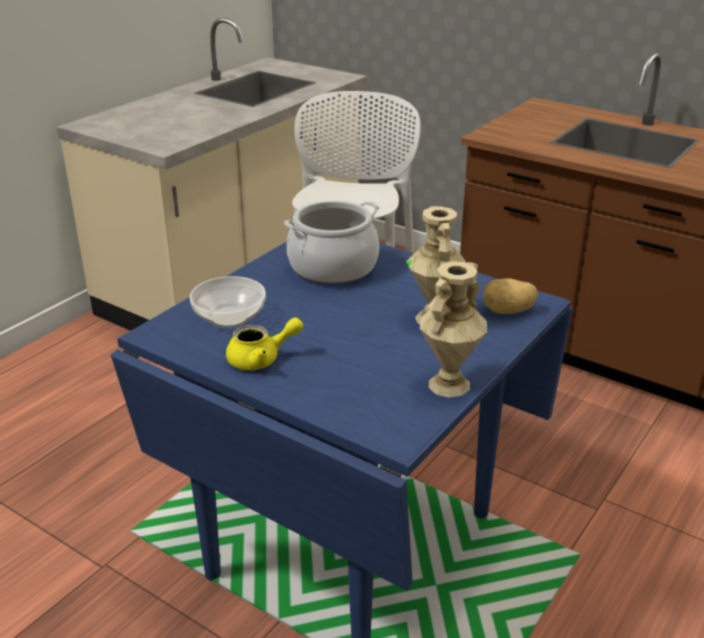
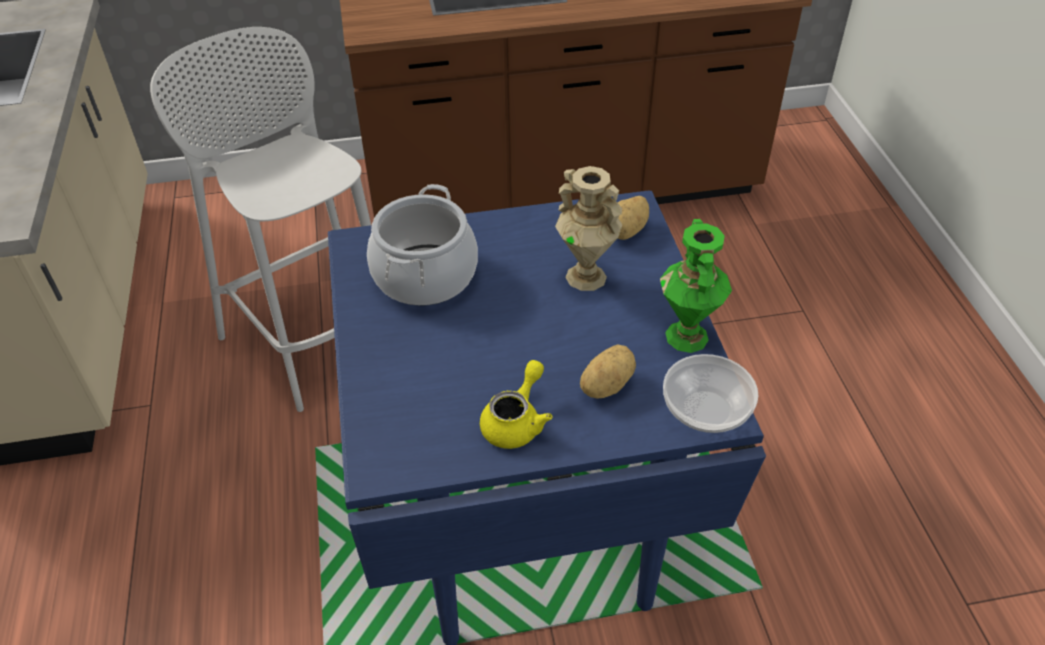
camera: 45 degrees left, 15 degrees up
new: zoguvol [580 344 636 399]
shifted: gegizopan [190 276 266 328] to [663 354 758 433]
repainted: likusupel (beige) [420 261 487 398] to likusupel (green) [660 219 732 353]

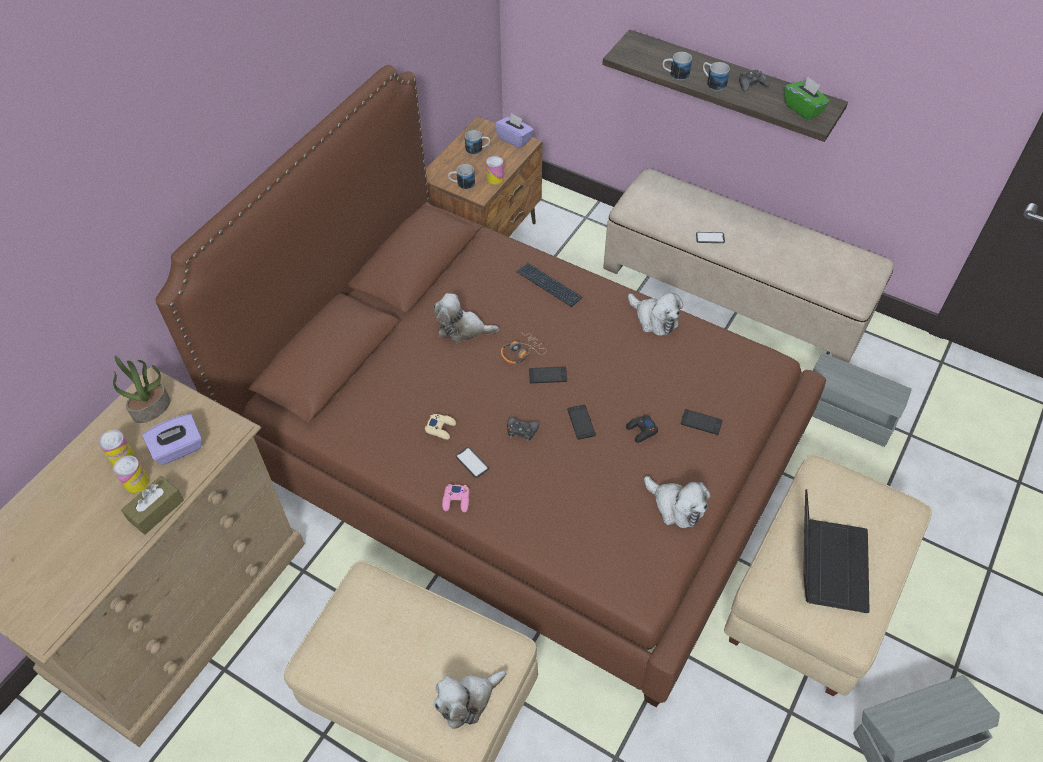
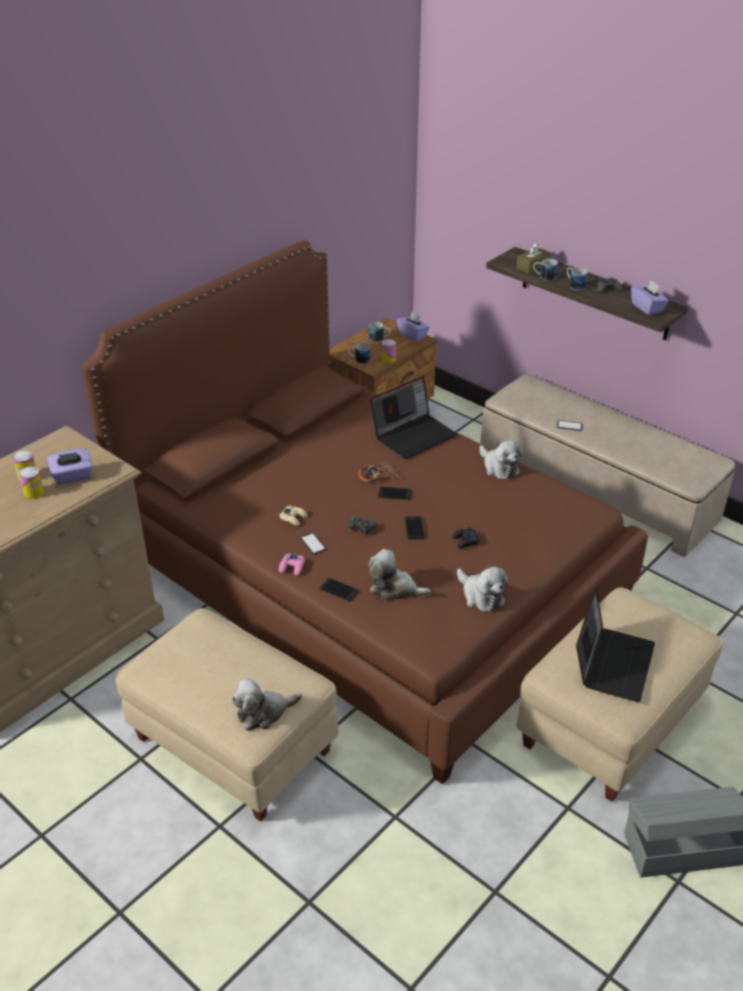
camera: 10 degrees right, 15 degrees down
gone: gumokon [113 356 170 423]; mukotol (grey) [812 353 912 447]
shifted: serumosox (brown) [121 476 184 535] to [516 242 551 274]; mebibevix [434 293 499 343] to [368 549 431 601]; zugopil [681 409 723 435] to [320 578 359 601]
swapped: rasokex [516 263 582 307] to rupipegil [370 376 457 459]
repainted: serumosox (green) [784 77 830 120] to serumosox (purple) [631 280 669 315]

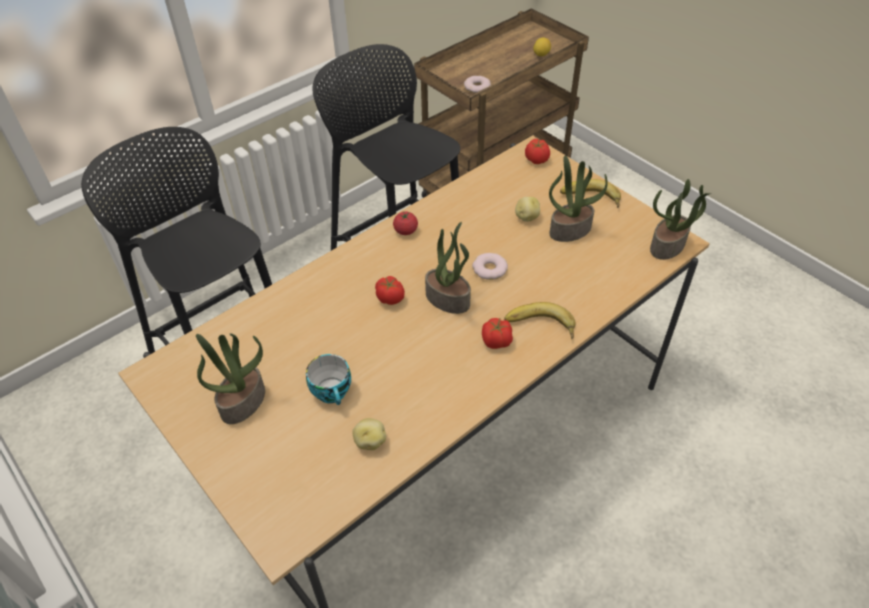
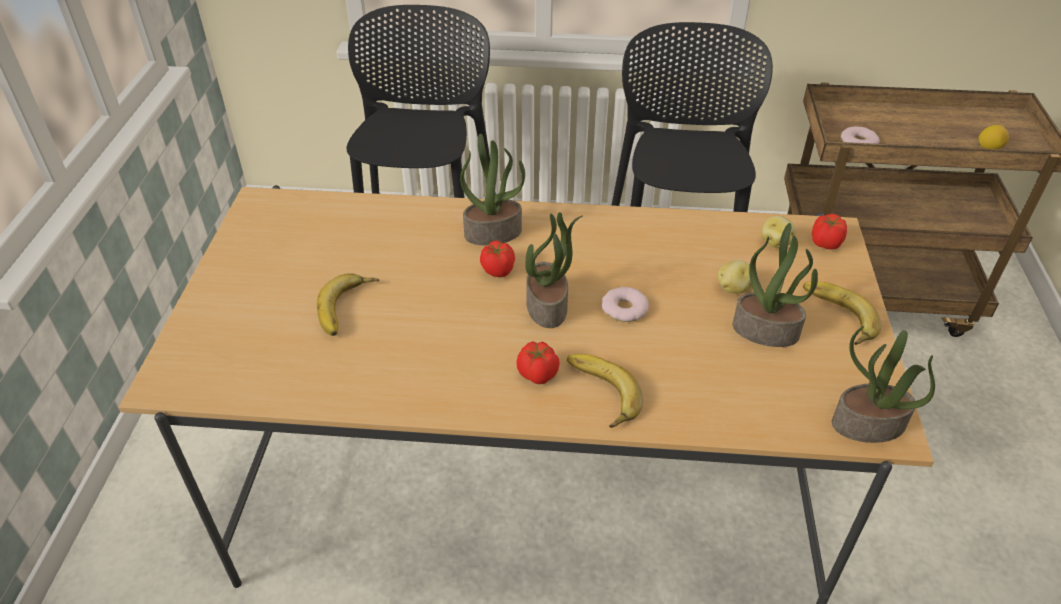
camera: 45 degrees right, 5 degrees down
gone: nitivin [393 211 418 235]
shifted: gumokon [196 333 265 424] to [460 134 525 245]; zoguvol [352 418 386 450] to [761 216 796 248]
swapped: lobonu [306 354 351 405] to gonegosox [317 273 380 336]

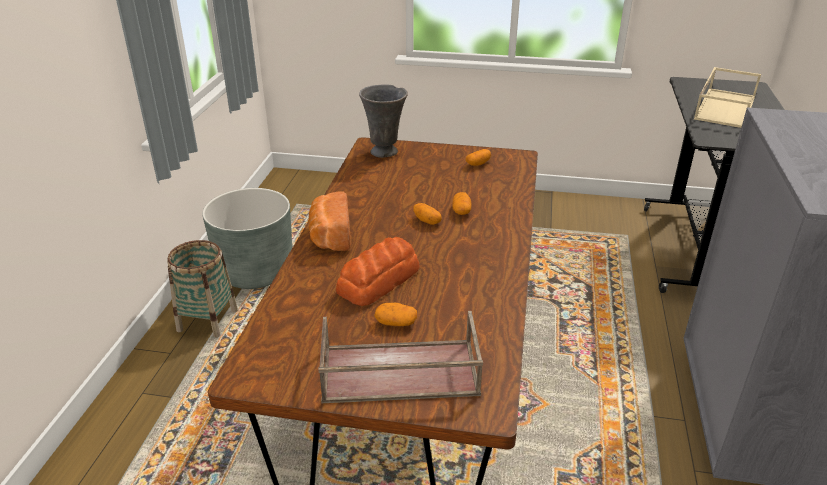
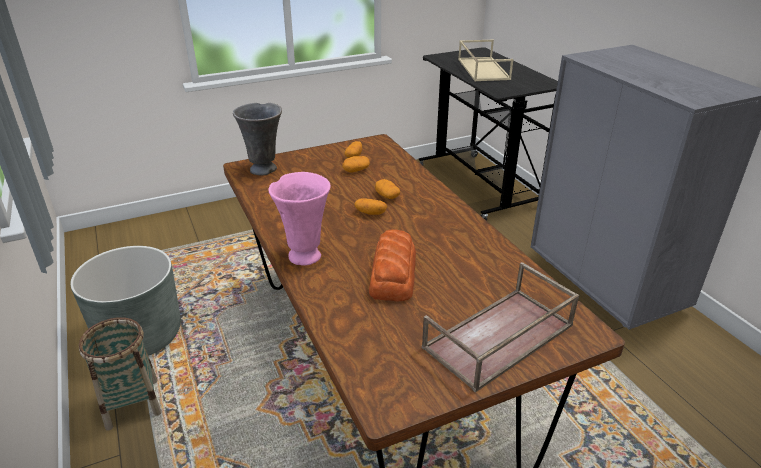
camera: 35 degrees left, 0 degrees up
shifted: zoguvol [374 303 417 326] to [342 156 370 173]
swapped: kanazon [308 192 351 251] to likusupel (pink) [268 172 331 266]

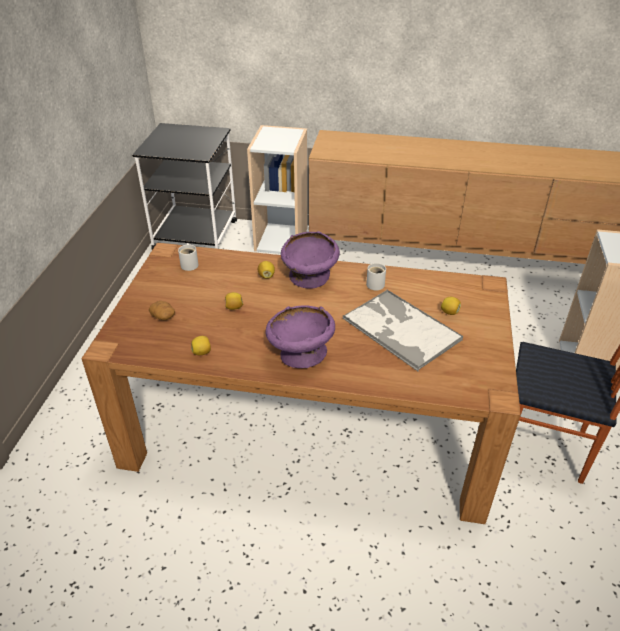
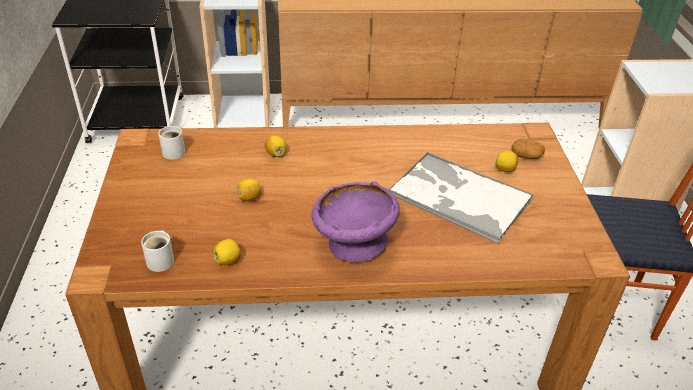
camera: 15 degrees left, 0 degrees up
gone: gegizopan (purple) [281 231 340 288]
shifted: zoguvol [149 301 175 320] to [511 138 545 159]; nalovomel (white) [366 263 386 290] to [141 231 174 272]

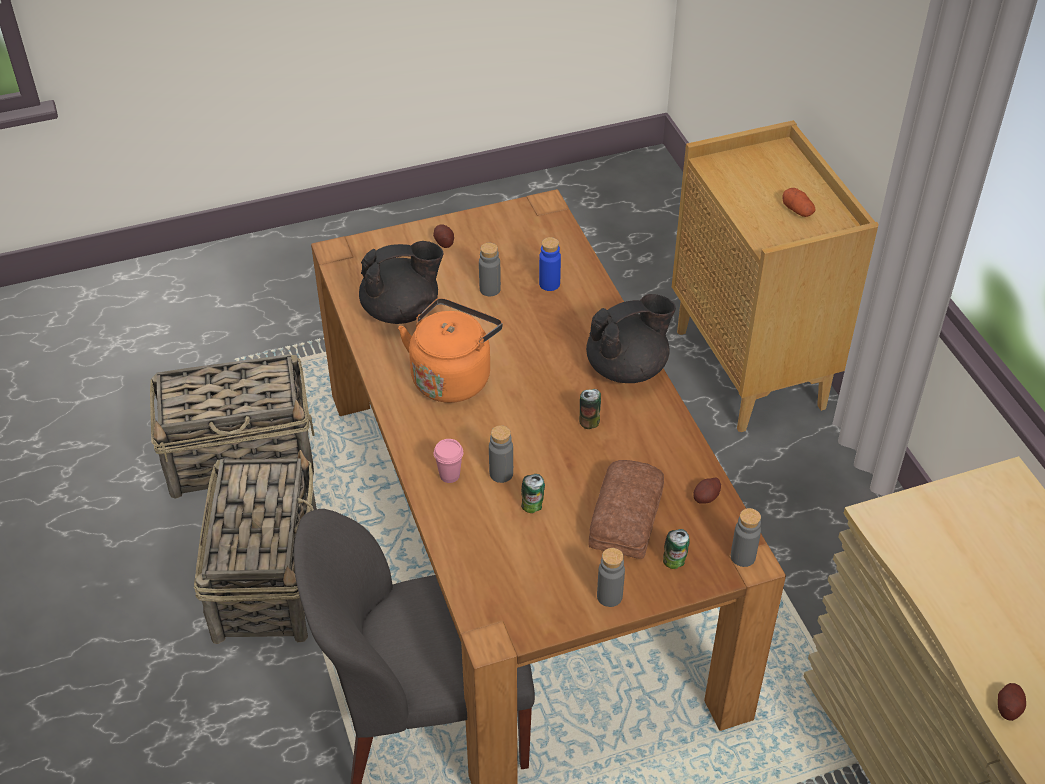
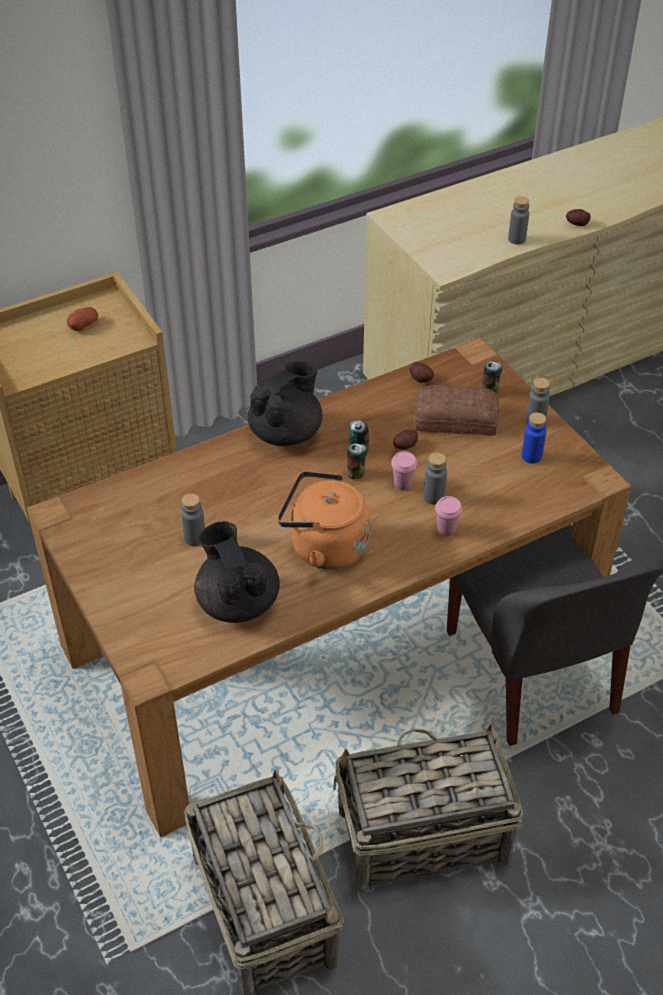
camera: 100 degrees left, 0 degrees up
new: lobonu (pink) [391 451 417 491]
shifted: zoguvol [433 224 454 248] to [393 429 418 450]; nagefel [521 474 545 513] to [347 444 367 479]; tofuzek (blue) [539 237 561 291] to [522 412 546 464]; tofuzek (grey) [731 508 761 567] to [508 196 529 244]
rotated: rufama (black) [586 294 676 383] = [248 361 322 446] 75 degrees clockwise

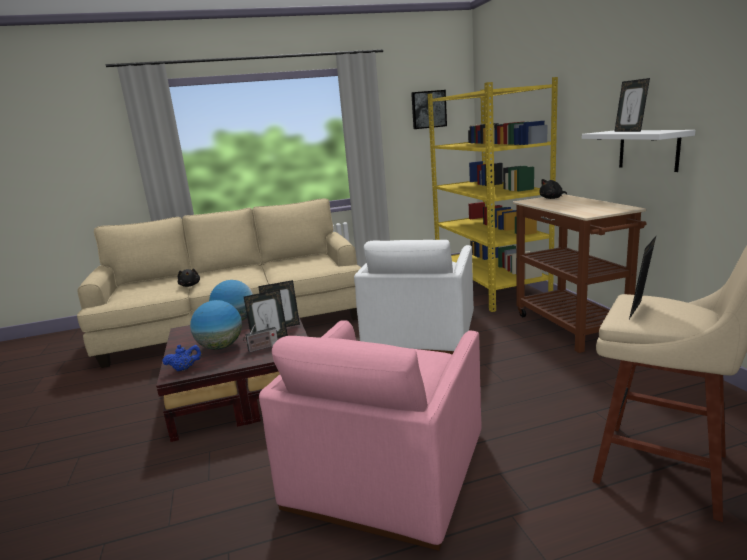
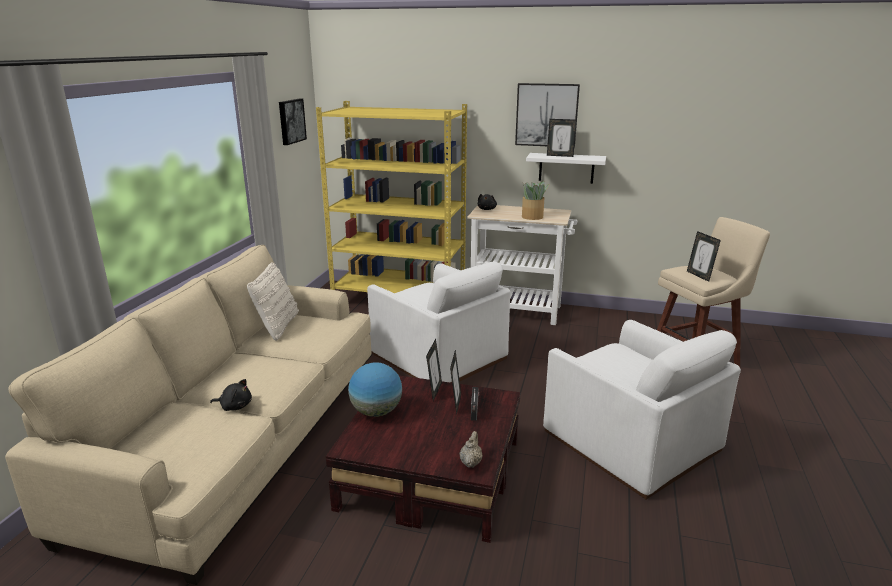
camera: 60 degrees left, 5 degrees up
gone: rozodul [190 300 242 350]
new: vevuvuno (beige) [247 262 299 341]; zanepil [515 83 580 148]; gumokon [522 181 550 220]
repainted: rufama (blue) [162 345 202 371] to rufama (beige) [459 431 483 468]; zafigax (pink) [259 320 481 551] to zafigax (white) [543 320 741 500]; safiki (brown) [513 194 647 353] to safiki (white) [467 205 577 325]

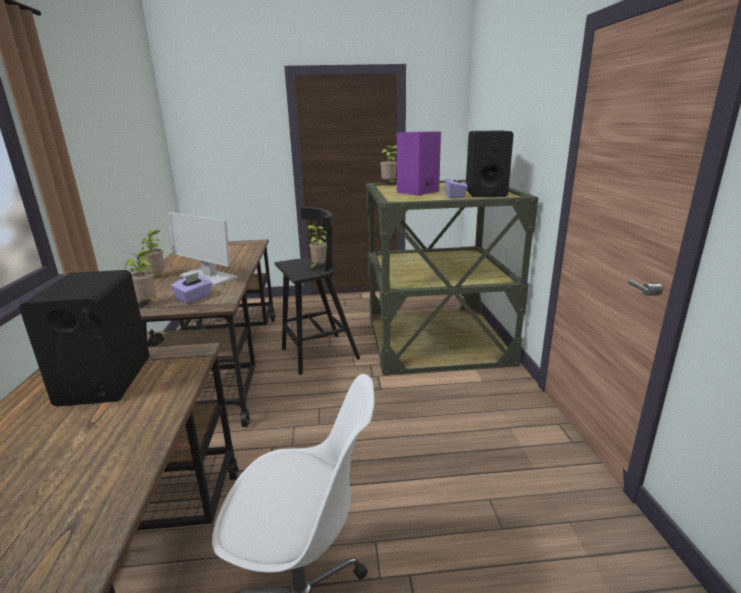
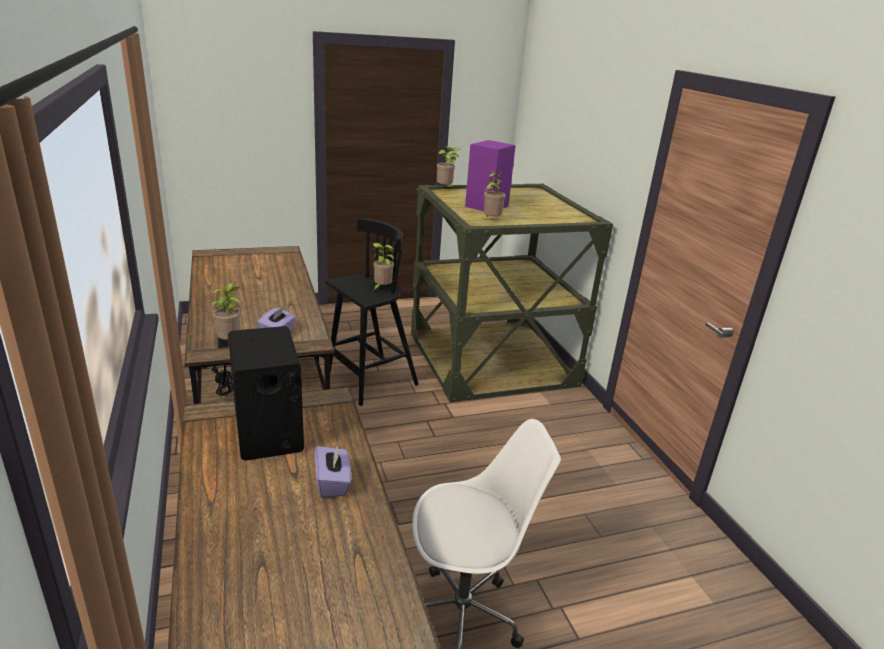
camera: 15 degrees left, 5 degrees up
gone: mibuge [168 212 238 286]; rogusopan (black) [466 130 514 197]
shifted: gumokon [138 230 165 273] to [484 171 506 217]; serumosox (purple) [445 174 468 199] to [315 446 351 498]

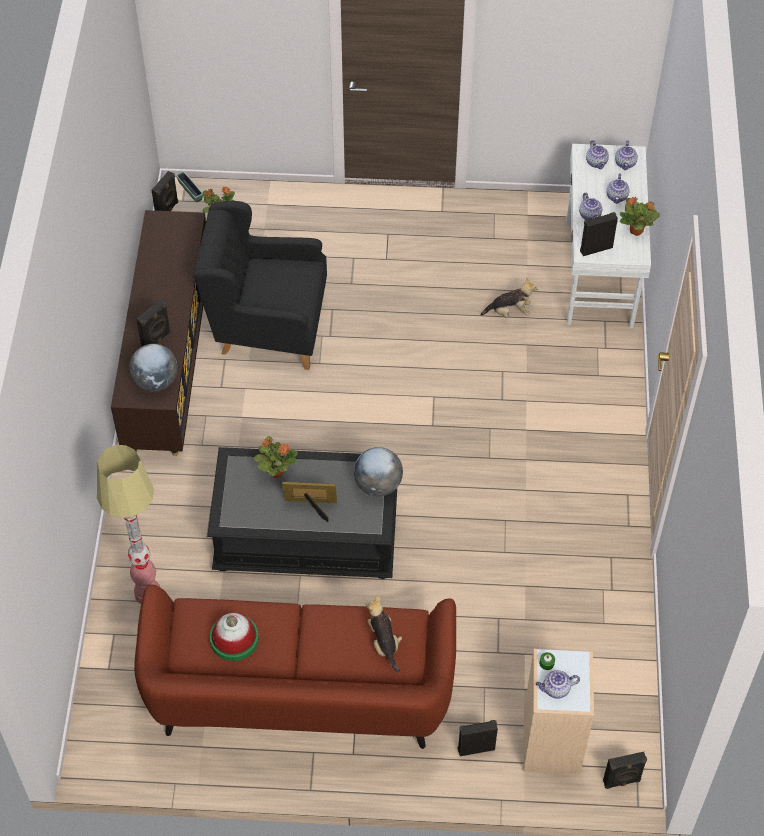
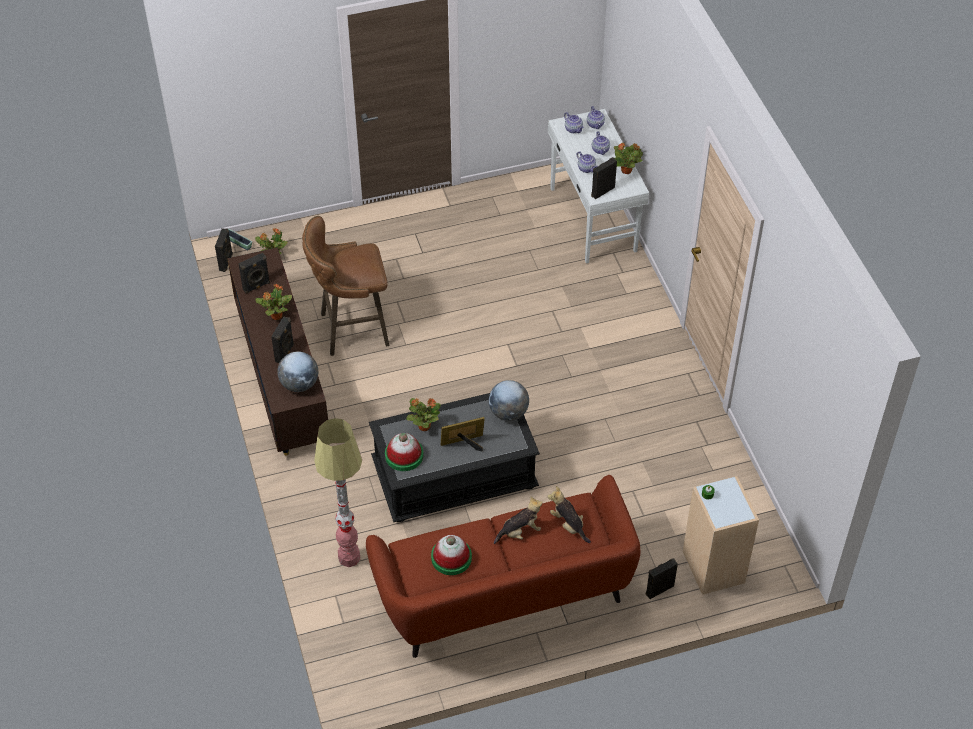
camera: 20 degrees left, 5 degrees down
gone: rufama [536 670 580 699]
new: gumokon [255 284 292 320]; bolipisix [385 433 424 471]
shifted: mebibevix [480 278 538 318] to [494 496 543 544]; rogusopan (black) [603 752 647 789] to [238 253 270 294]
swapped: zafigax (black) [193 201 327 370] to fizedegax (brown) [302 216 389 356]

